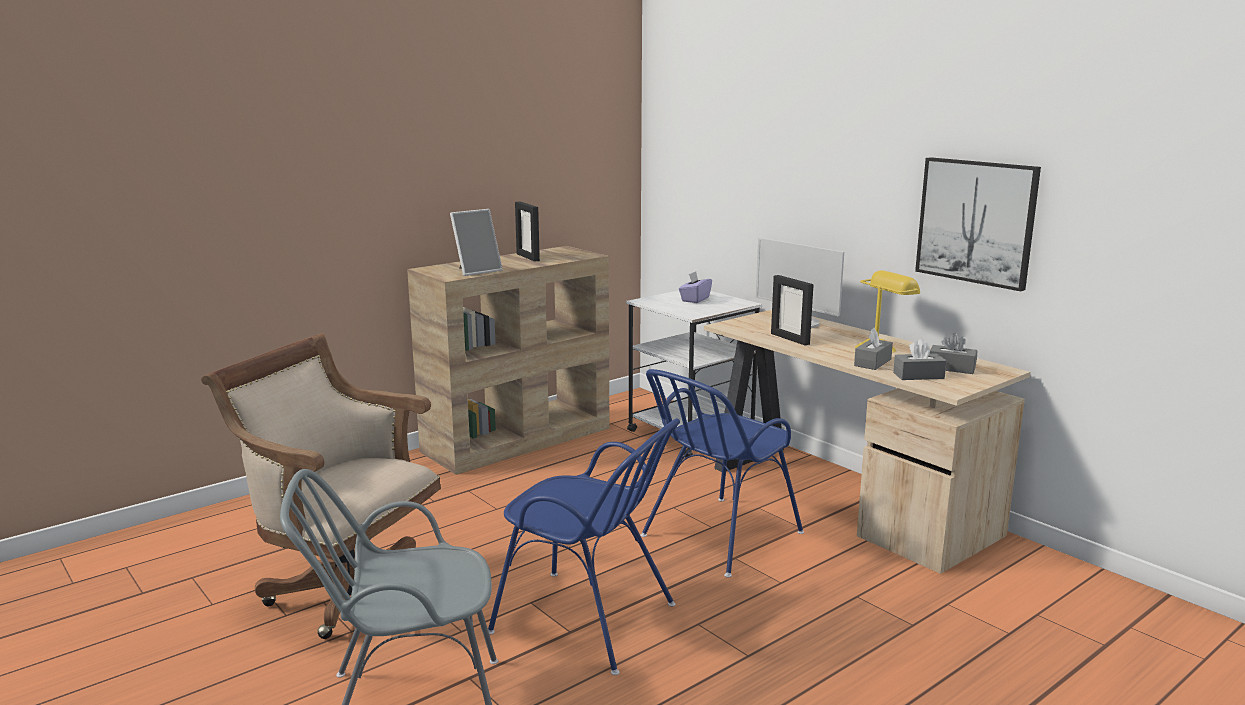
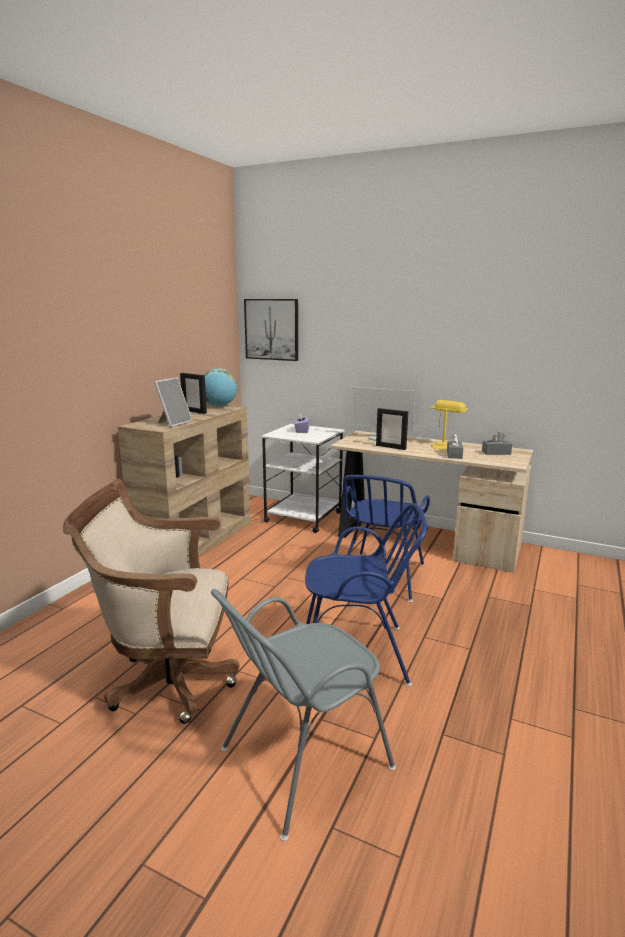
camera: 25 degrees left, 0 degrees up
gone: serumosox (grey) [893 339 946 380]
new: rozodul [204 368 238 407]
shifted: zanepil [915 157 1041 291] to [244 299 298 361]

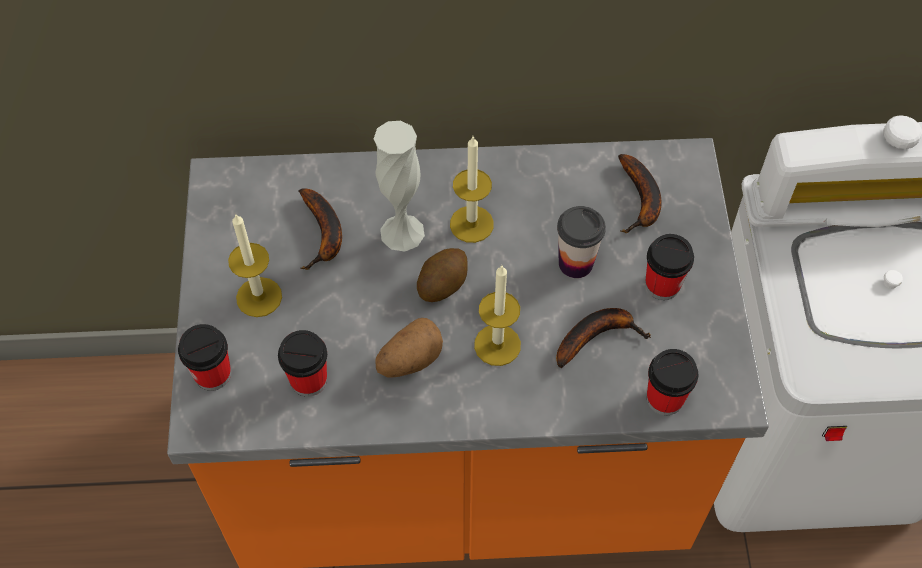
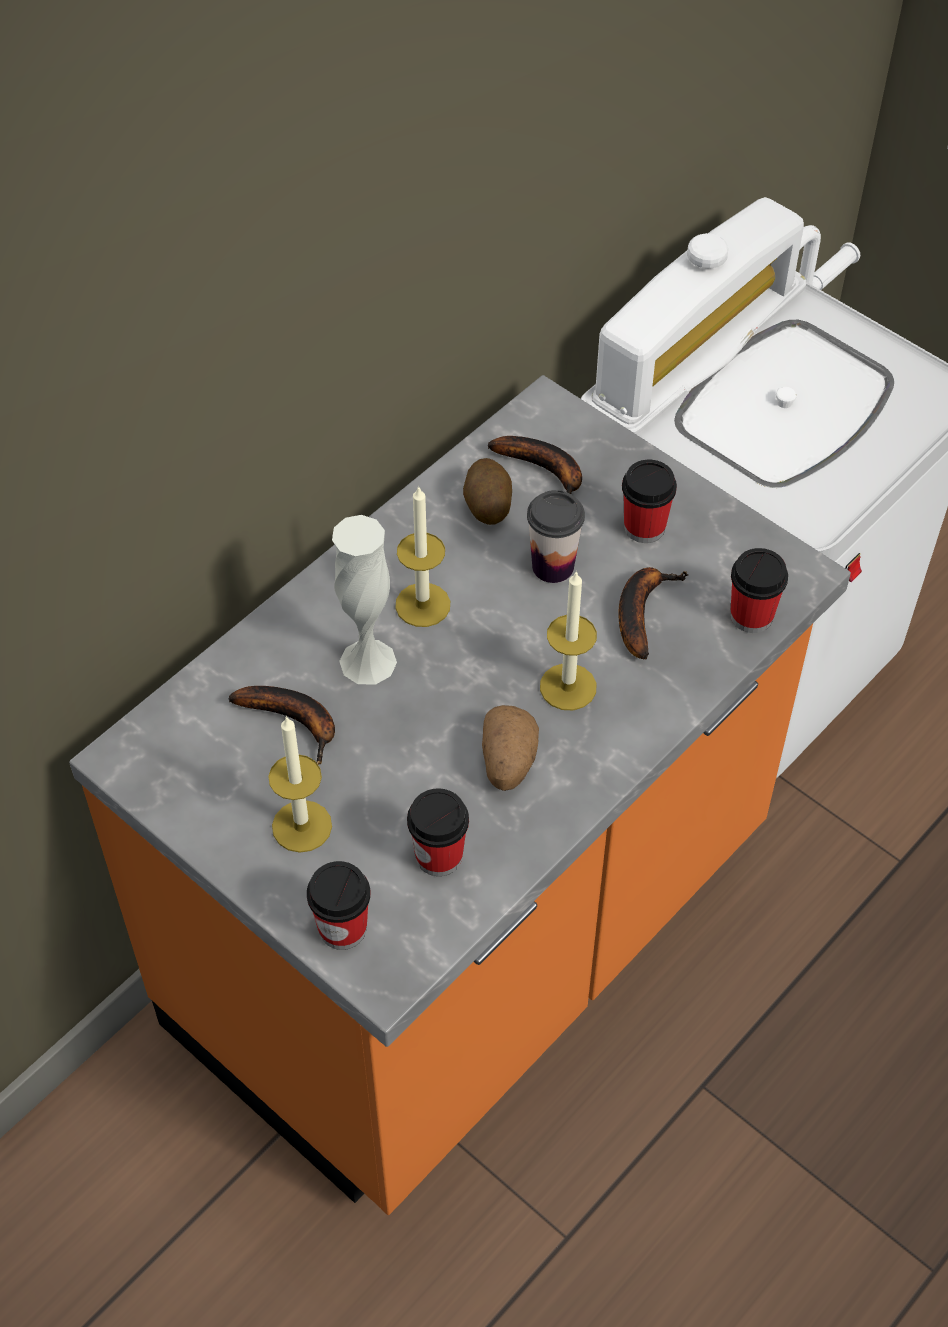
camera: 45 degrees left, 5 degrees down
shifted: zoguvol [417 248 468 302] to [463 458 512 525]

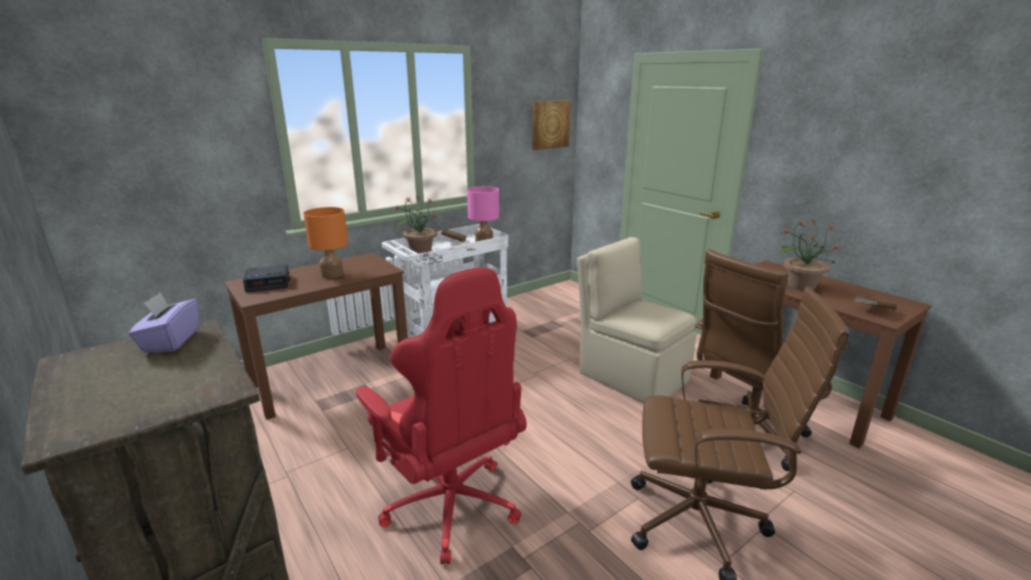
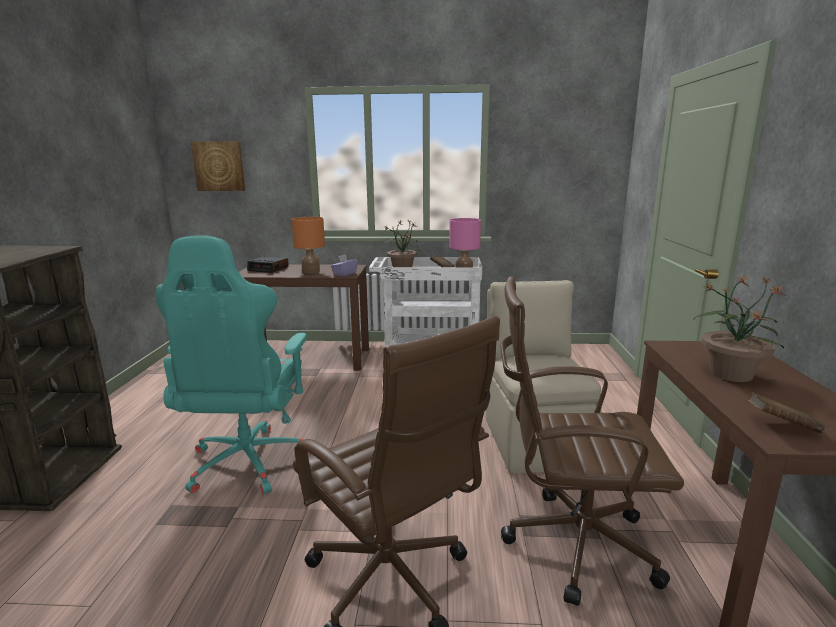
camera: 40 degrees right, 5 degrees down
shifted: serumosox (purple) [129 292 199 353] to [331 254 358 276]; zanepil [532 100 571 150] to [191 141 245 191]
repainted: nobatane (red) [356 267 527 564] to nobatane (turquoise) [156 236 310 495]

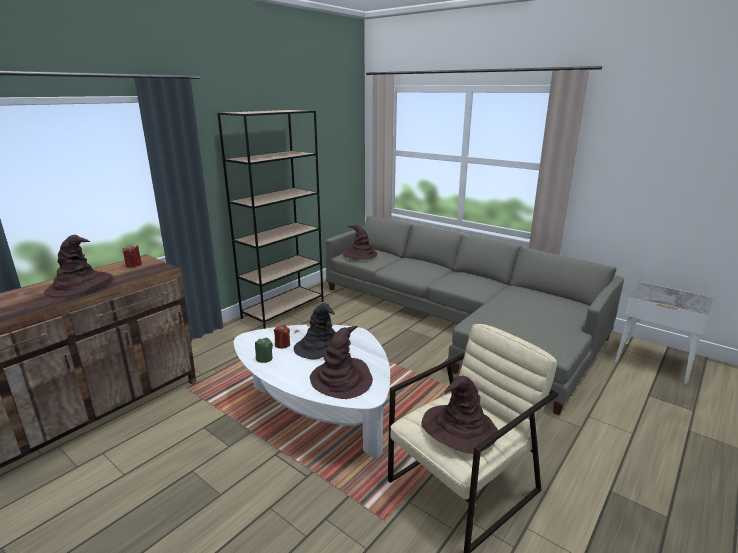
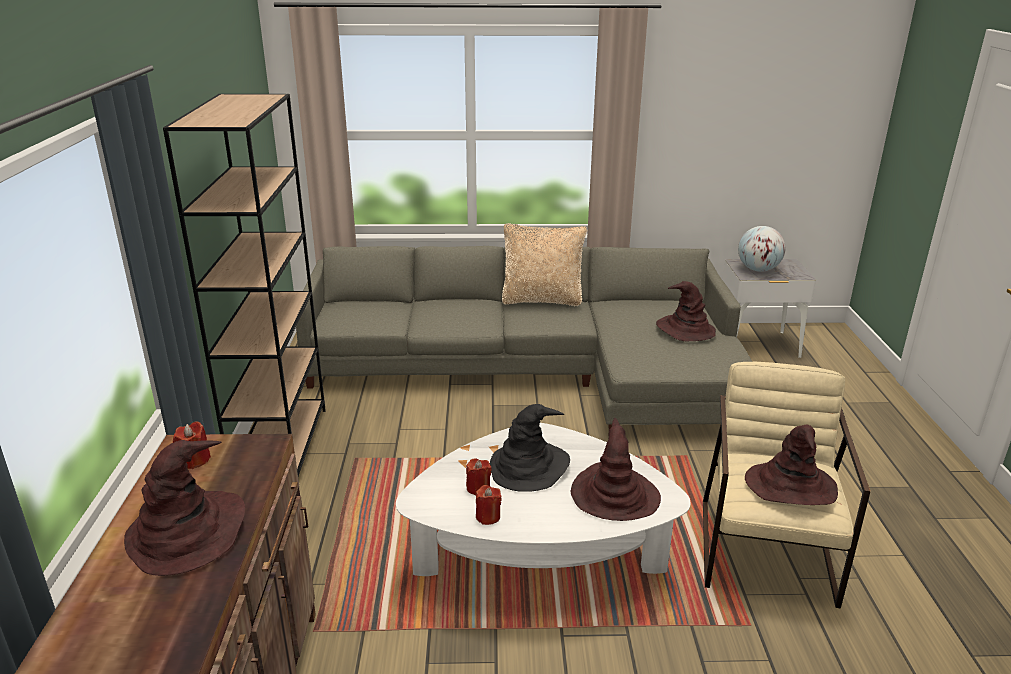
camera: 40 degrees left, 5 degrees up
new: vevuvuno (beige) [502 223 588 306]; rozodul [738 226 785 272]
shifted: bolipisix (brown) [343 225 377 260] to [656 281 716 341]
repainted: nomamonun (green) [255 338 273 363] to nomamonun (red) [476 485 501 525]

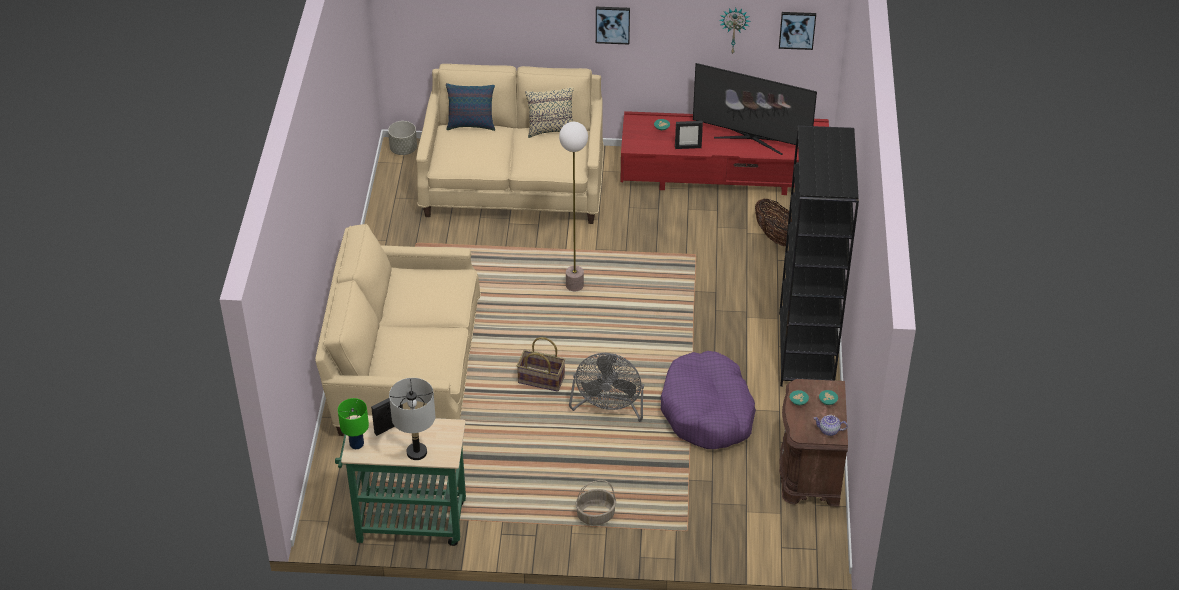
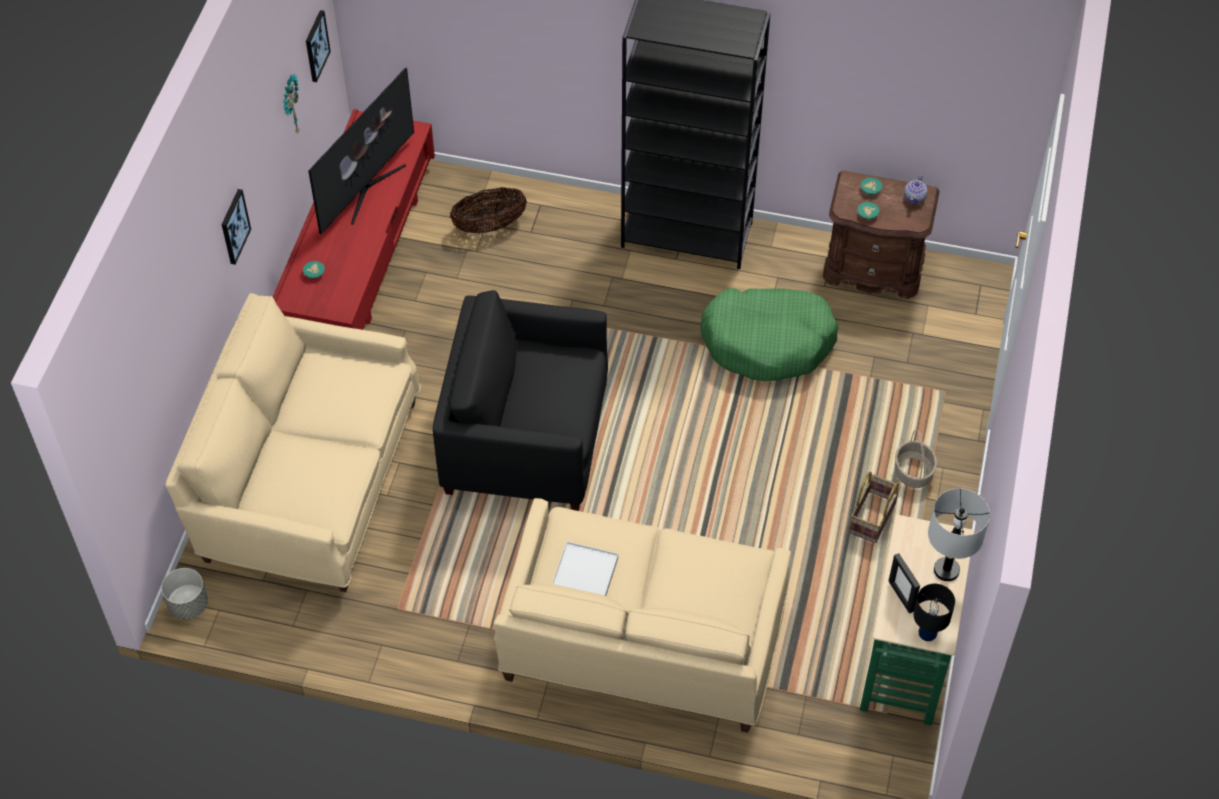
camera: 80 degrees left, 10 degrees up
gone: vevuvuno (blue) [446 83 495 131]; vevuvuno (beige) [525 87 574 138]; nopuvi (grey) [569 353 644 422]; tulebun [675 121 703 149]
new: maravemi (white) [552 541 618 596]
shifted: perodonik [517 337 565 392] to [849 472 901 543]
swapped: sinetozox [559 122 588 291] to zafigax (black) [433 290 608 511]
repainted: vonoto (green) [338 398 369 449] to vonoto (black) [914 584 955 641]; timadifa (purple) [661 351 756 449] to timadifa (green) [700 288 839 381]

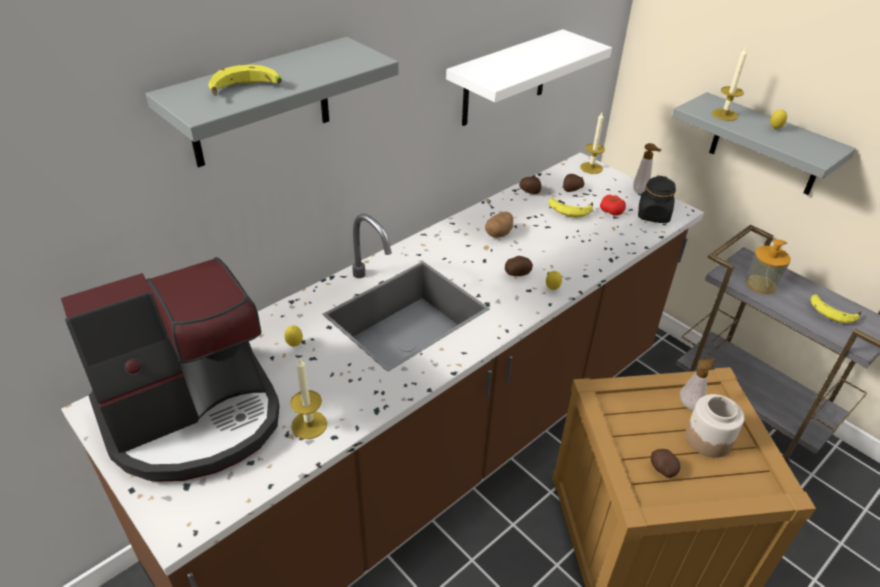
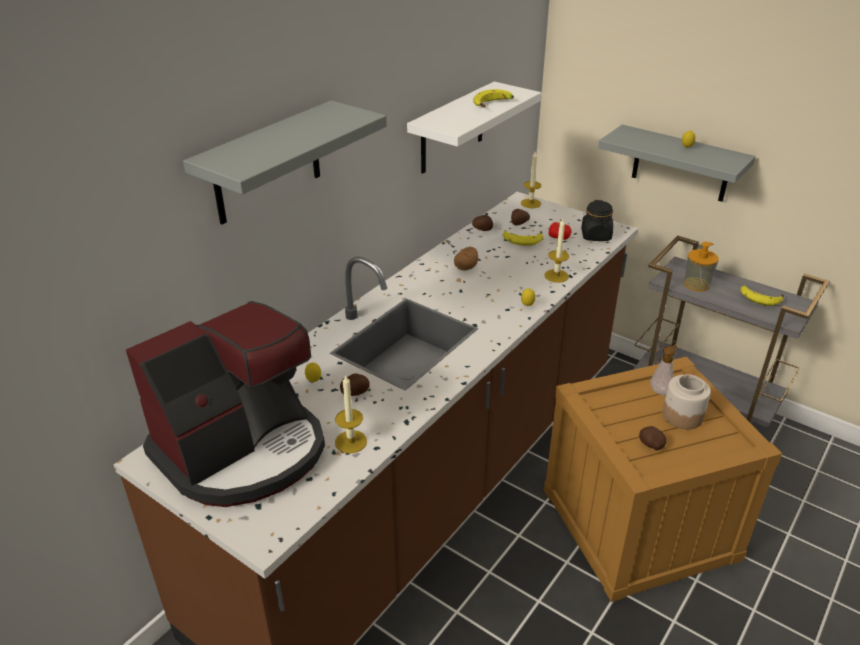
camera: 10 degrees left, 5 degrees down
gone: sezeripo [633 143 662 193]
shifted: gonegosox [208 65 282 96] to [473 89 514 108]; zoguvol [505 256 533 276] to [340 374 370 396]; nomamonun [712 48 747 121] to [544 219 569 283]

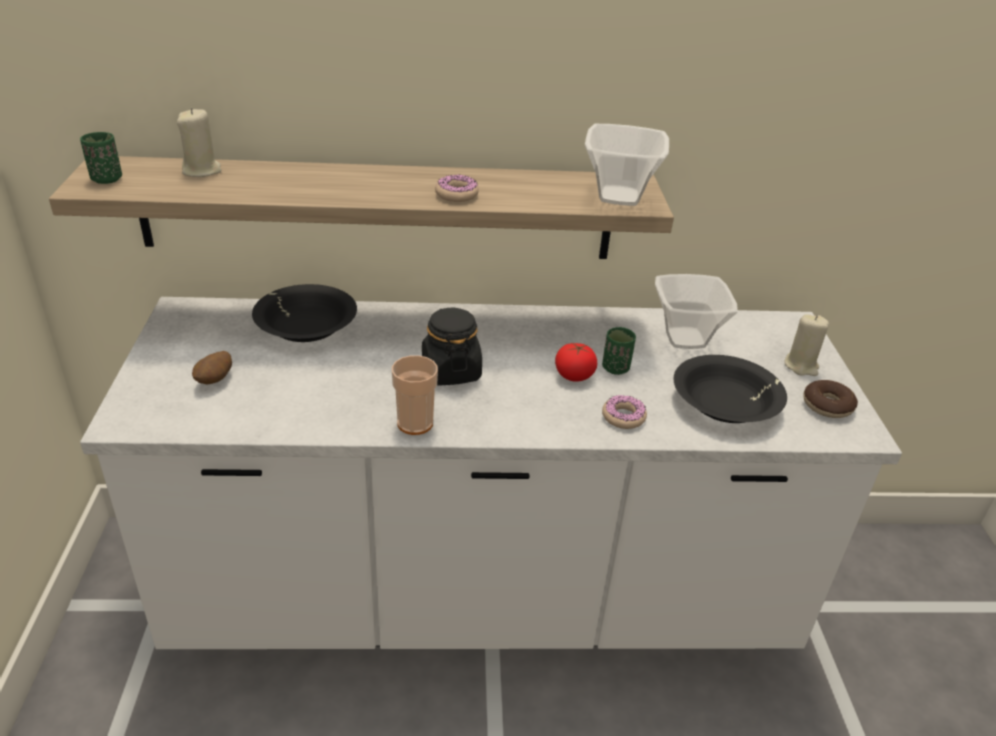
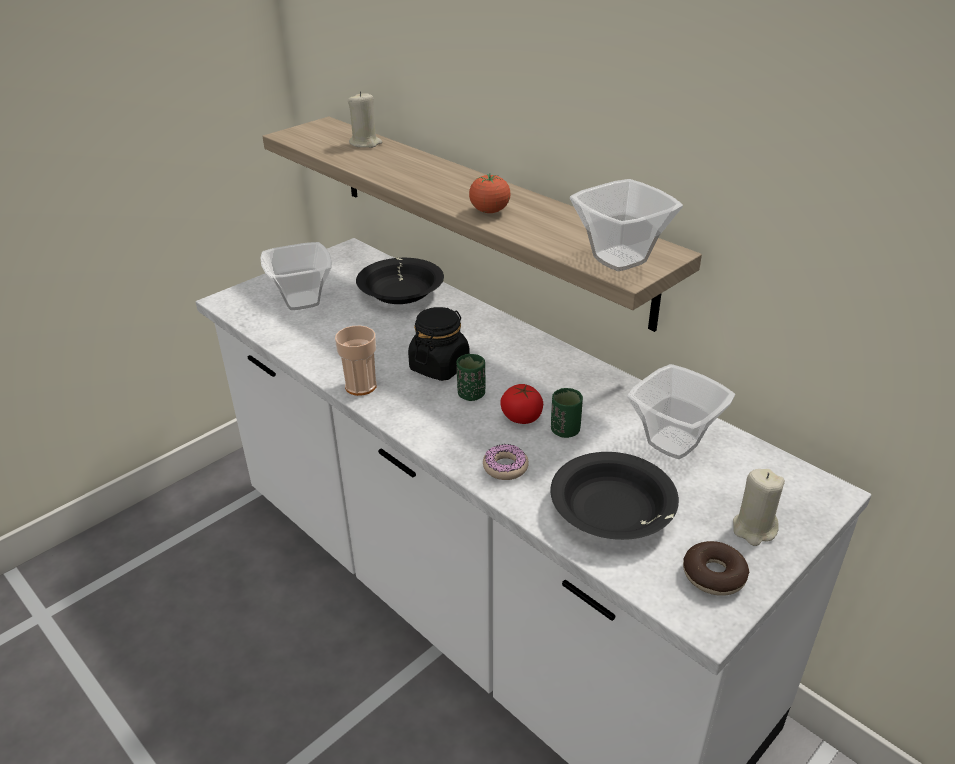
camera: 50 degrees right, 0 degrees up
shifted: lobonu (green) [80 132 122 184] to [457 354 485 401]
swapped: zoguvol [192 351 232 385] to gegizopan [260 242 332 310]; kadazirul [435 174 479 202] to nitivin [469 173 511 213]

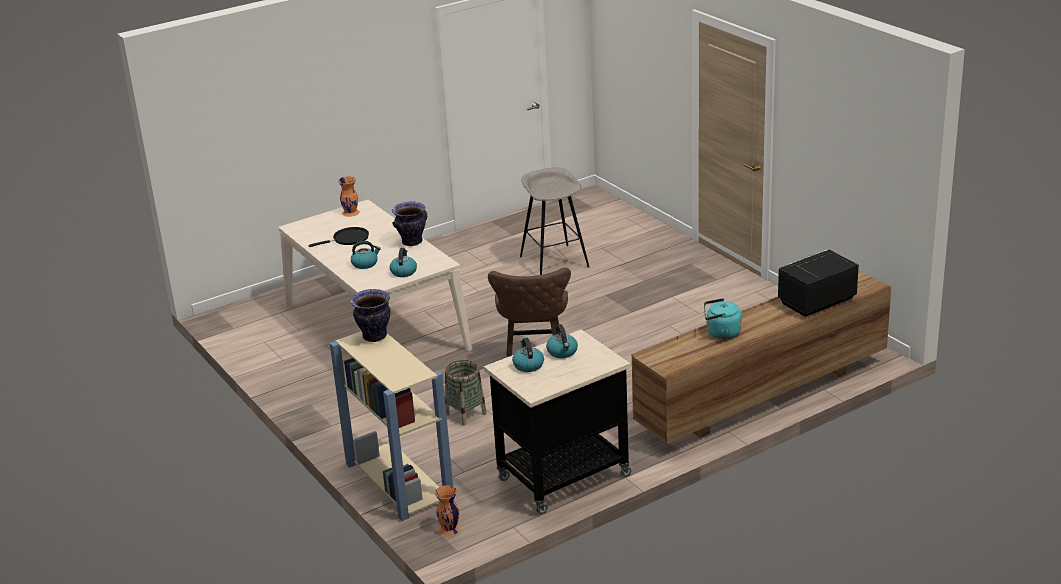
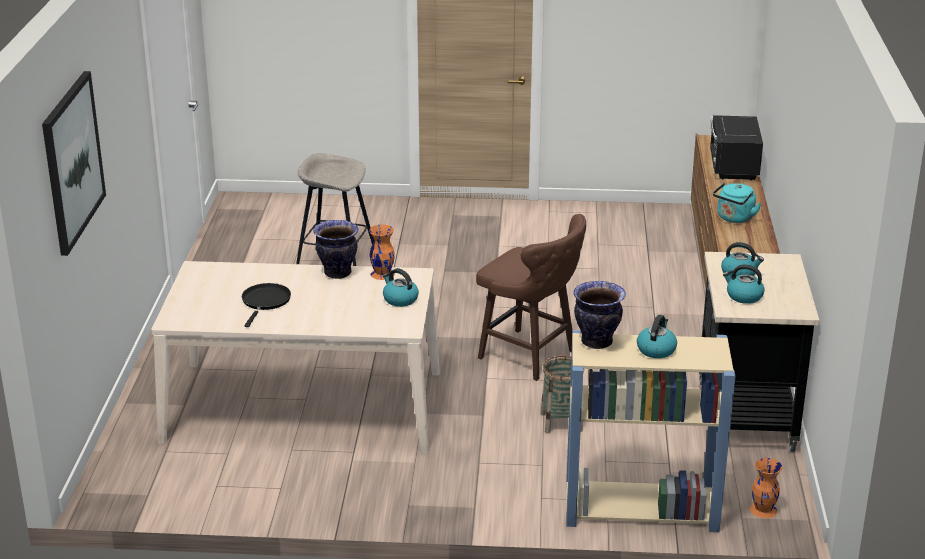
camera: 55 degrees left, 0 degrees up
new: zanepil [42 71 106 256]
shifted: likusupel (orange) [338 177 360 217] to [369 224 395 280]; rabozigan [351 241 381 269] to [637 315 677 358]

